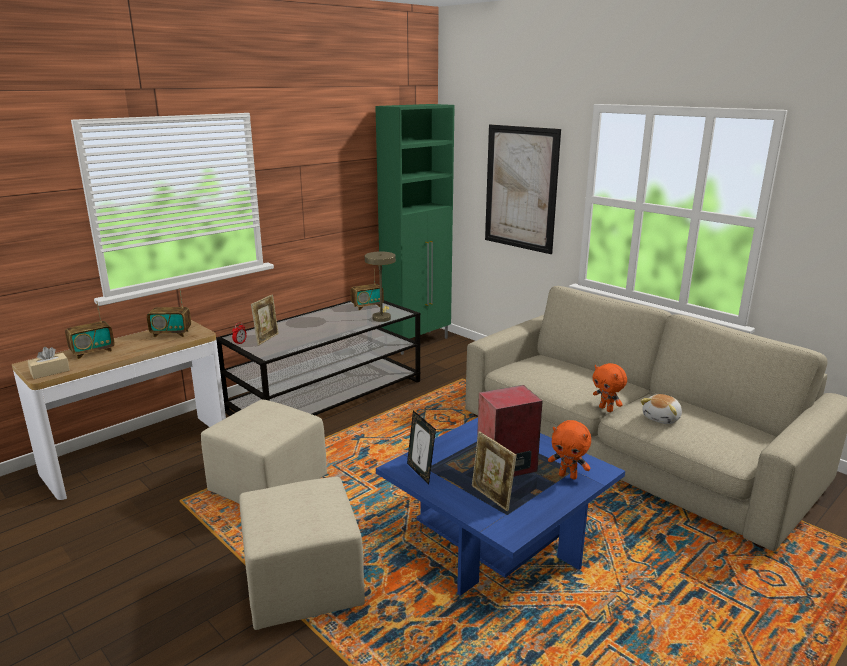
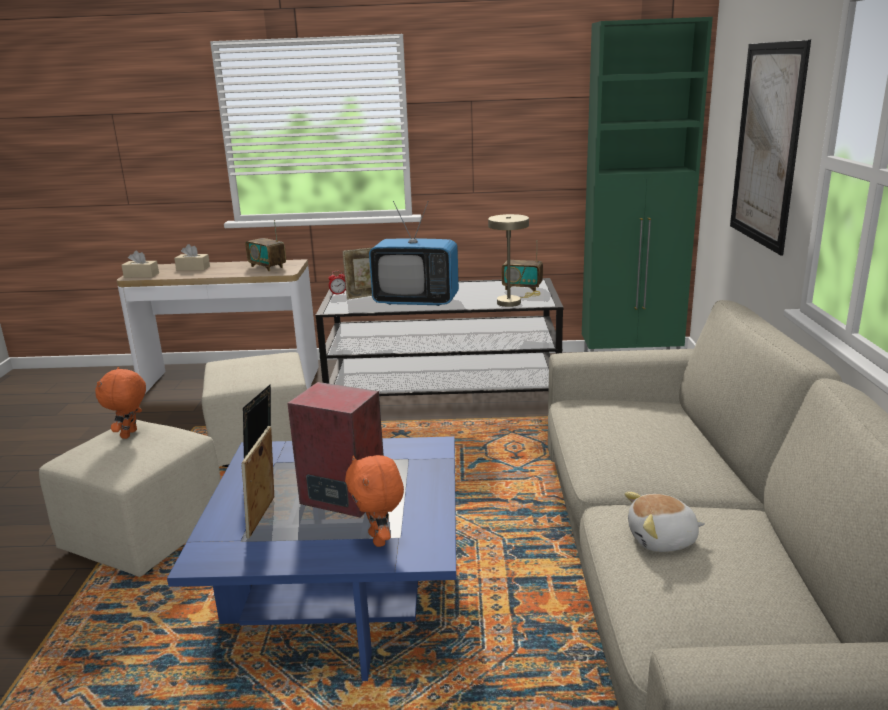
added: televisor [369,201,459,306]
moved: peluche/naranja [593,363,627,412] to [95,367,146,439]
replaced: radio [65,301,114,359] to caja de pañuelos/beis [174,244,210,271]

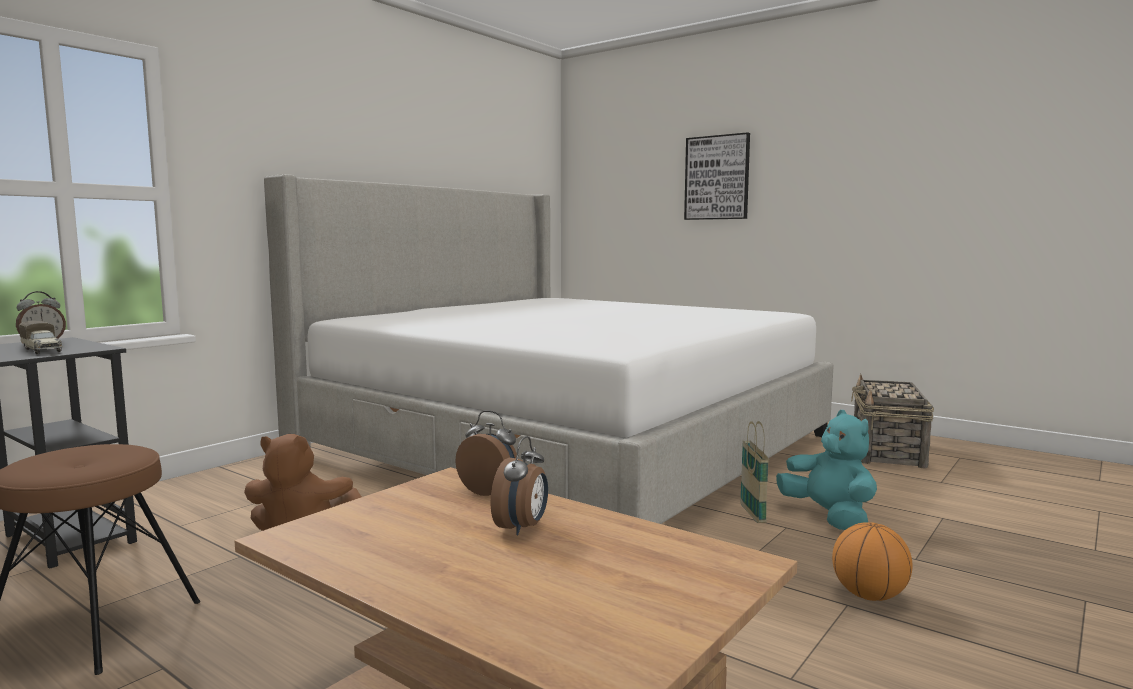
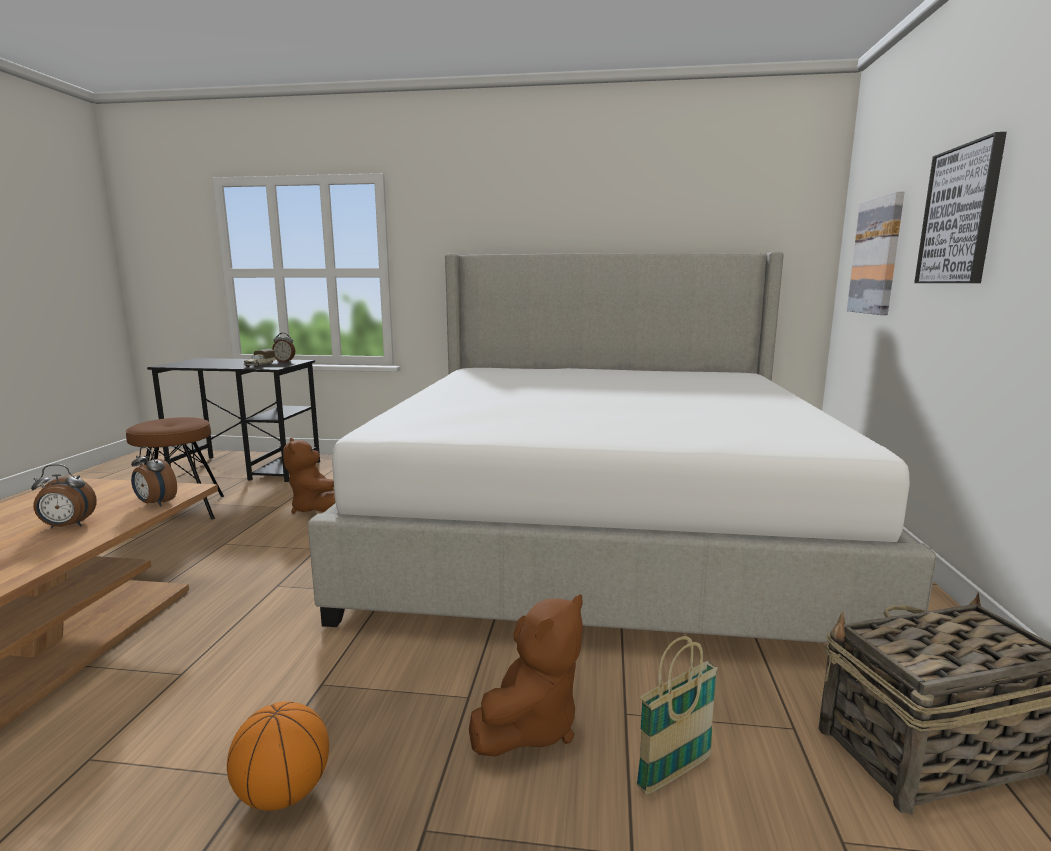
added: cuadro [847,192,905,315]
moved: cesta [740,421,769,523] to [636,636,718,795]
recoloured: peluche/turquesa [776,410,877,530] to peluche/marrón [469,595,583,757]
turned: despertador [455,410,517,496] = [131,447,177,506] 120 degrees clockwise

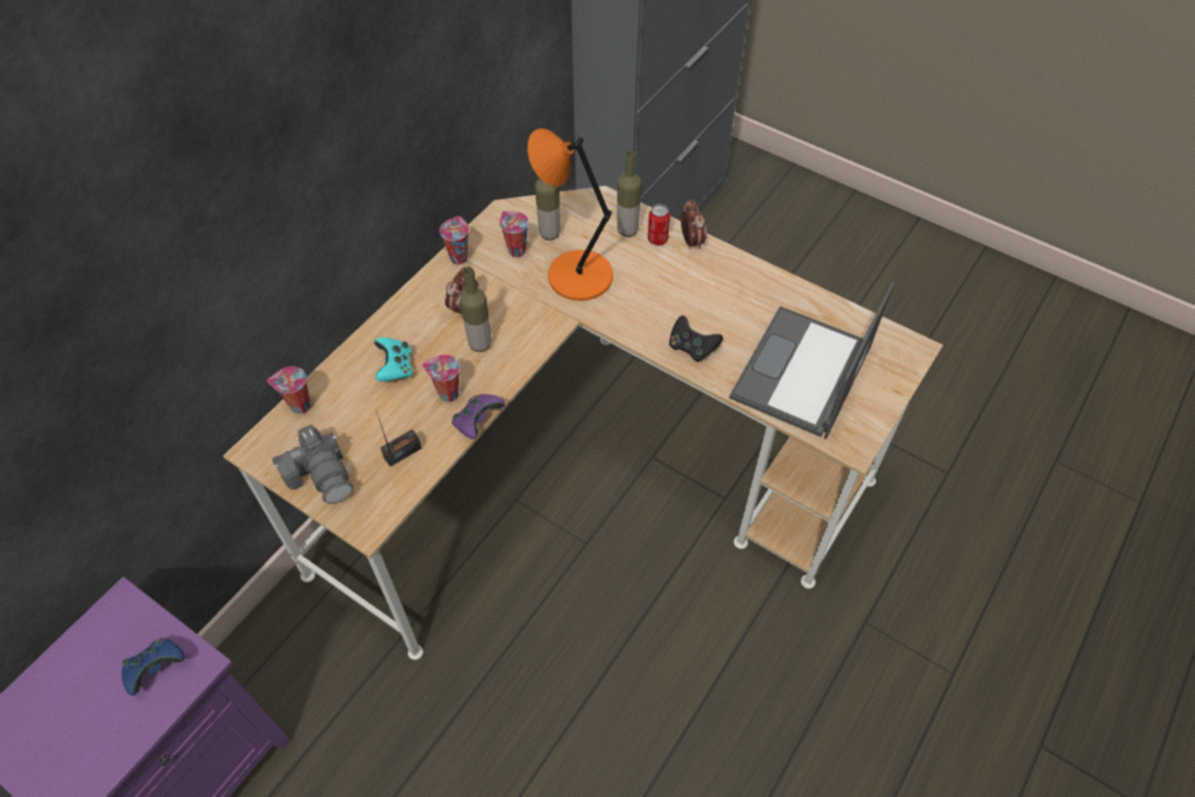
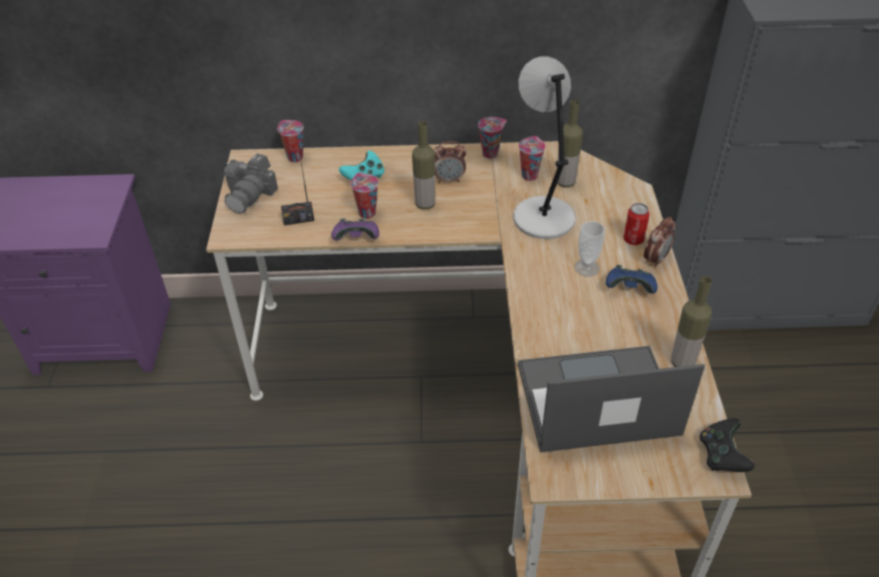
added: taza [575,221,605,277]
moved: mando de consola/azul [122,638,185,696] to [606,265,657,294]; botella [617,150,642,237] to [671,276,712,367]; mando de consola/negro [669,315,723,362] to [700,418,754,472]
recoloured: lámpara de mesa/naranja [527,128,613,301] to lámpara de mesa/gris [513,56,576,239]
turned: radio [376,411,422,467] = [281,150,314,225] 150 degrees clockwise

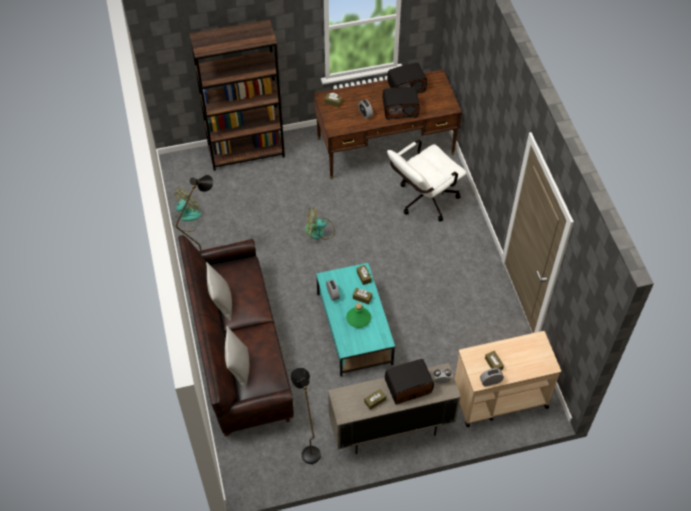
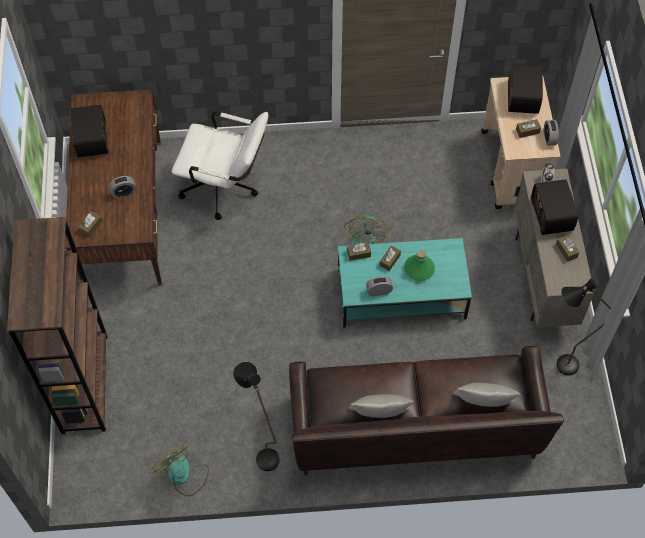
moved: ventilador [305,207,335,240] to [344,214,388,245]; radio [383,87,420,120] to [508,64,543,114]
turned: silla de oficina/blanco [387,140,466,222] = [172,111,268,220] 45 degrees counterclockwise

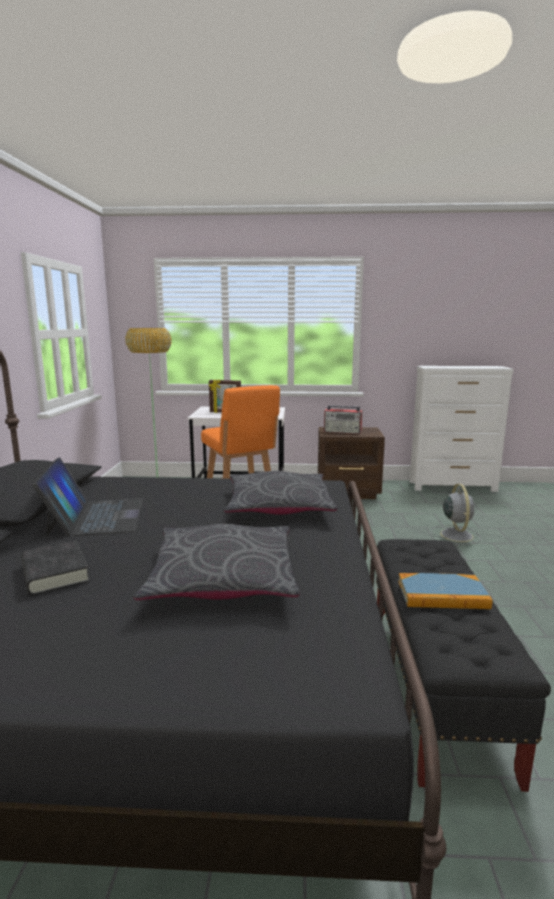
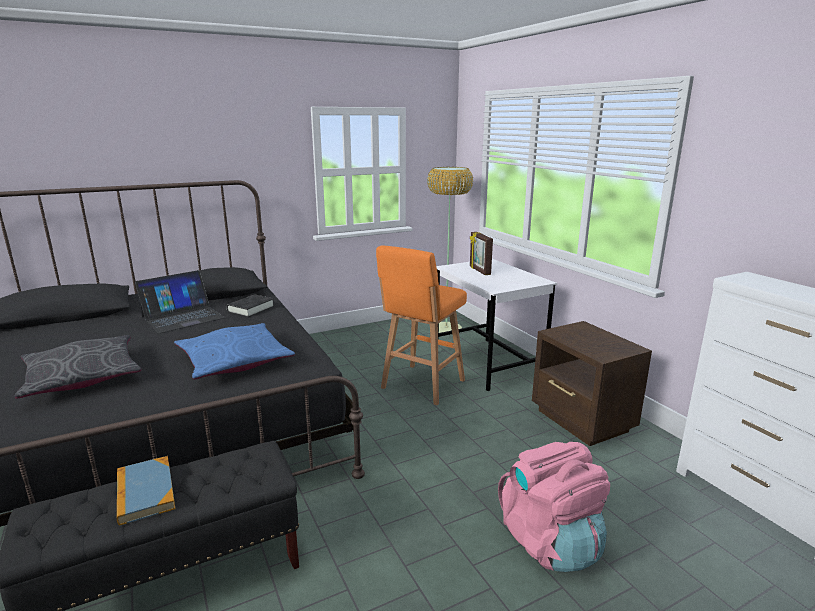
removed: radio [324,405,362,434]
moved: libro/negro [21,540,90,596] to [227,294,274,317]
replaced: ventilador/gris [431,484,481,546] to mochila/rosa [498,442,610,572]
recoloured: cojín/gris [224,471,337,515] to cojín/azul [174,323,295,379]

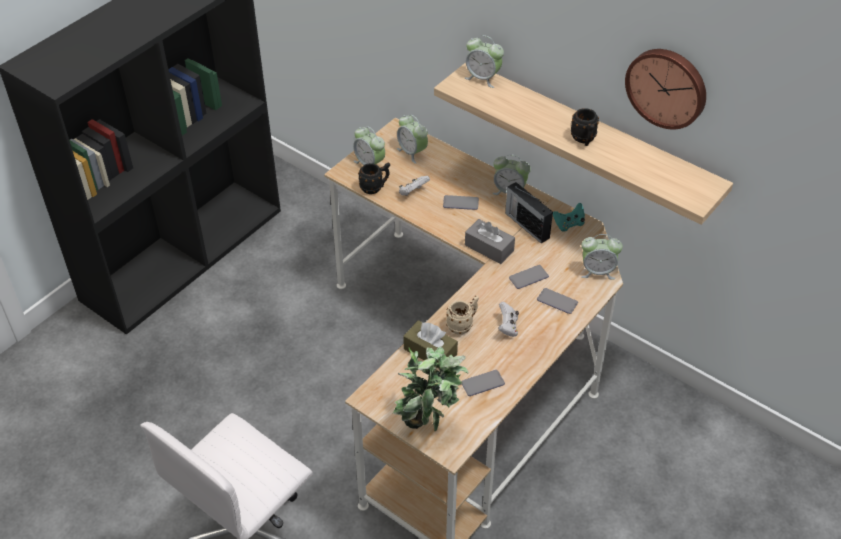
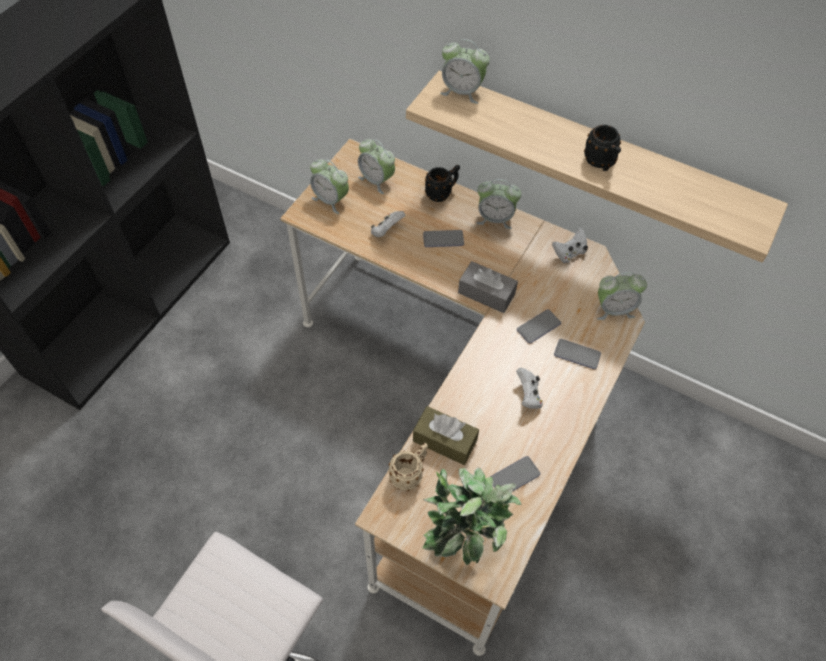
removed: radio [505,182,553,243]; reloj de pared [625,49,706,130]
moved: taza grande/negro [358,163,390,194] to [425,165,460,202]; taza grande/beis [446,296,479,335] to [389,443,428,491]
recoloured: mando de consola/turquesa [553,203,585,231] to mando de consola/blanco [552,228,588,263]

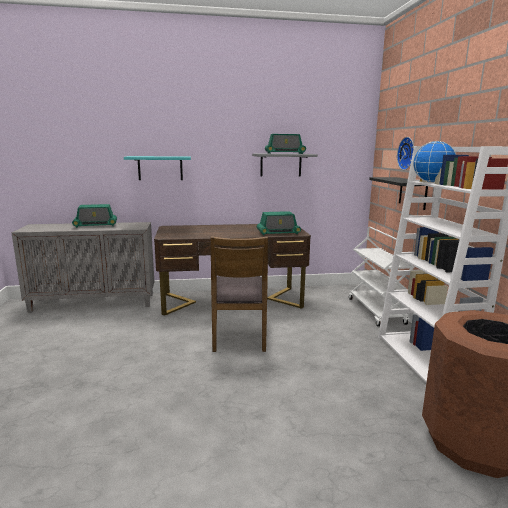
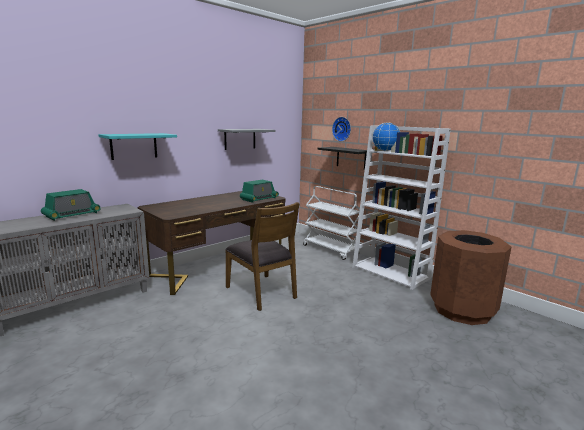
removed: radio [265,134,306,154]

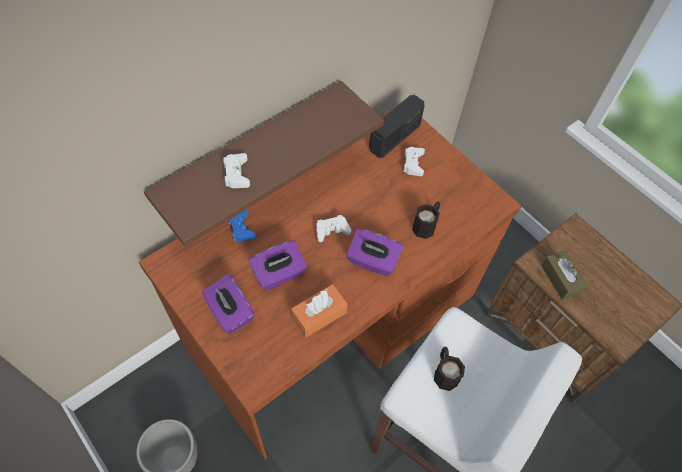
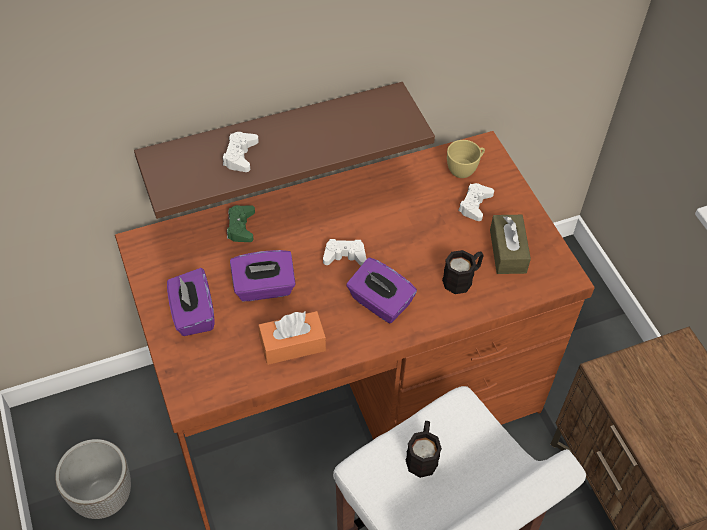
moved: caja de pañuelos/marrón [541,251,588,300] to [490,215,531,274]
replaced: radio [369,95,425,158] to taza/amarillo [447,140,485,178]
recoloured: mando de consola/azul [228,209,256,242] to mando de consola/verde [227,205,255,242]

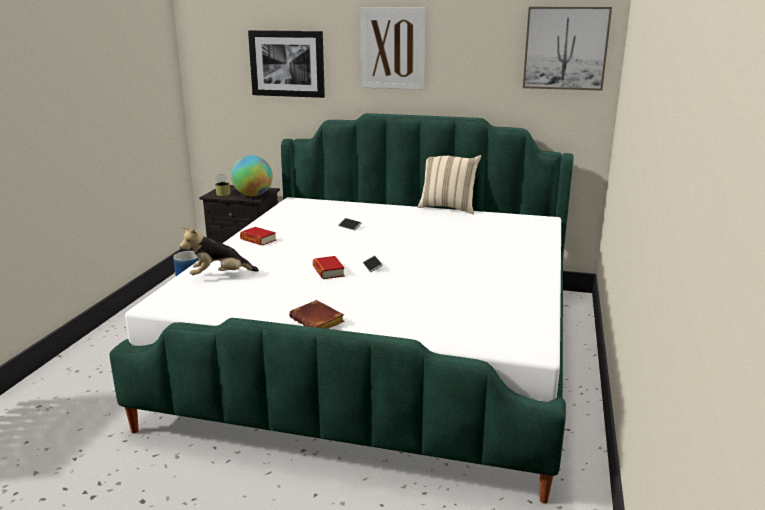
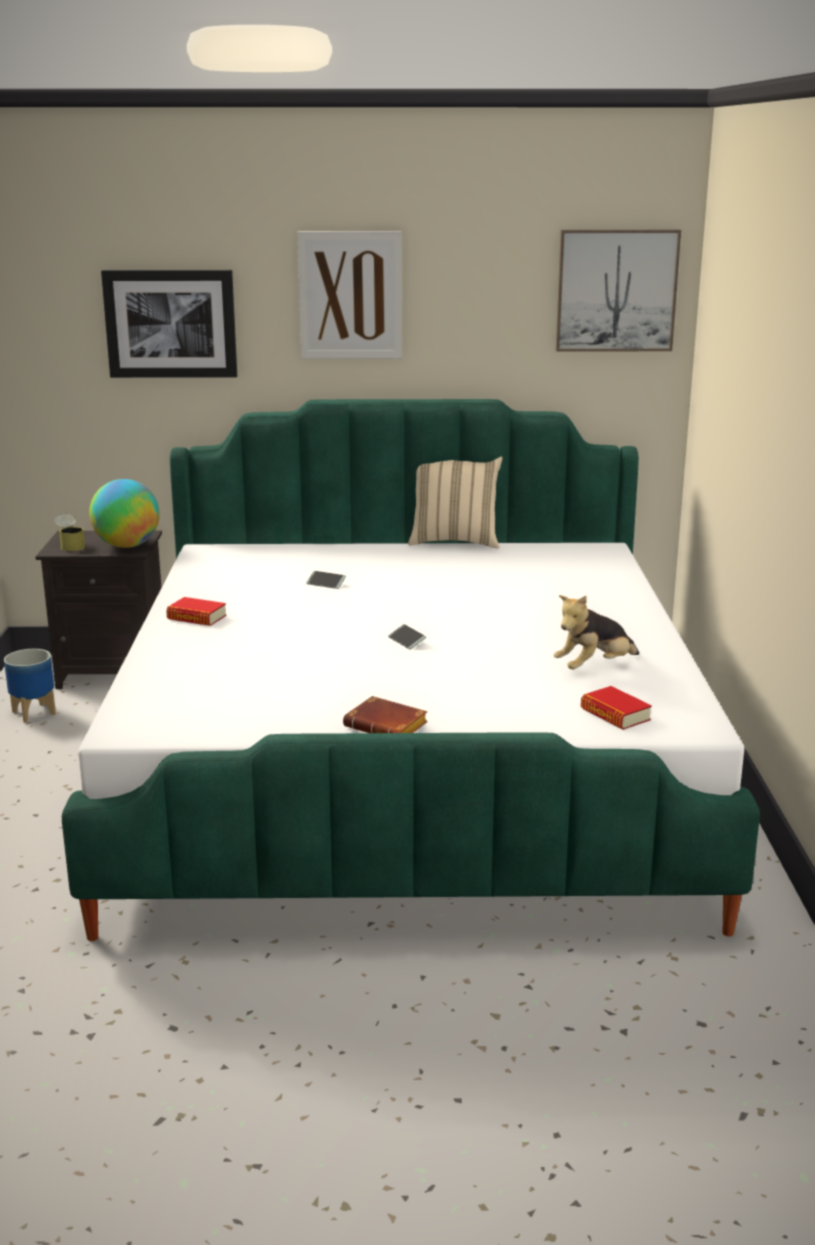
moved: peluche [180,226,259,275] to [553,595,639,669]; libro [313,256,345,279] to [581,686,652,730]

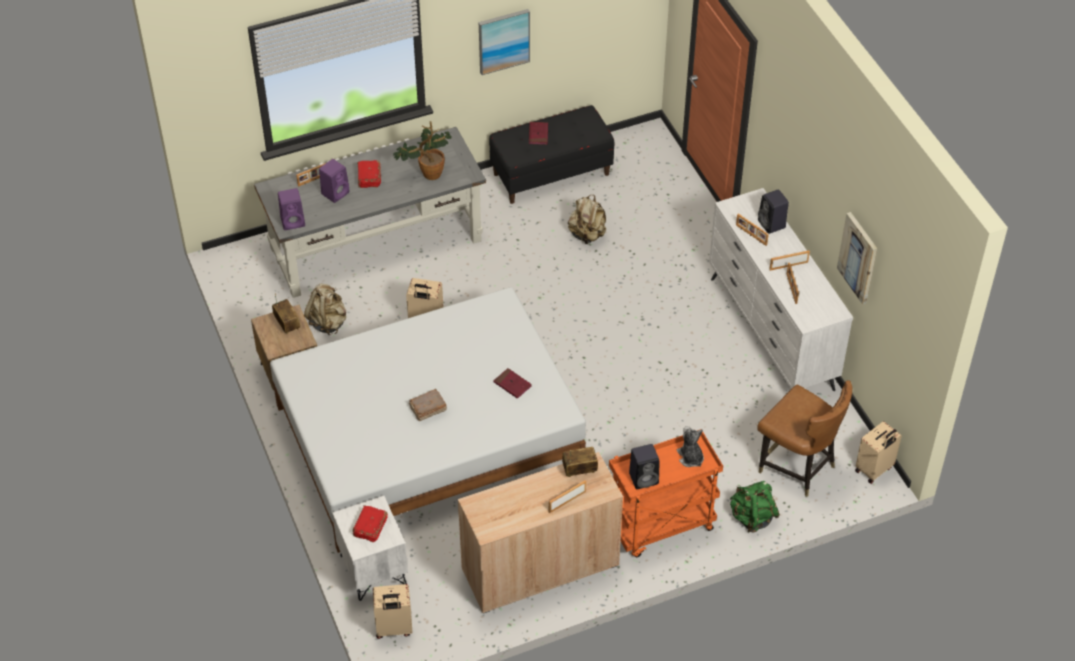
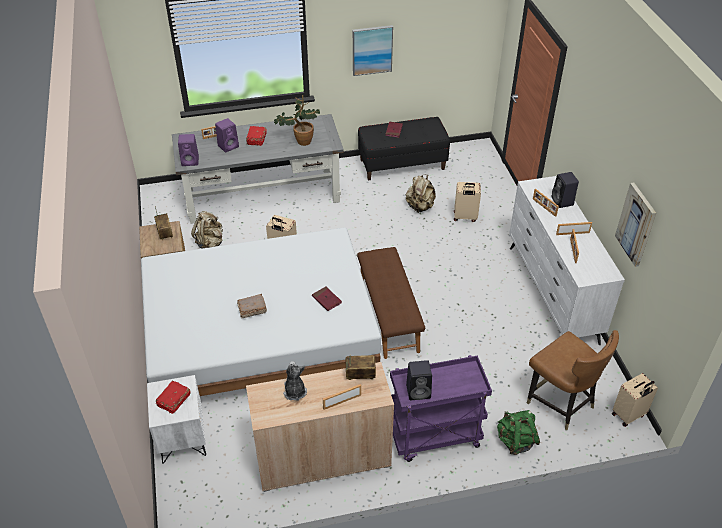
added: banco/marrón [357,247,425,359]
moved: maleta/beis [373,584,412,639] to [454,182,481,222]; peluche [677,426,704,467] to [283,361,307,401]
recoloured: carrito/naranja [609,429,723,557] to carrito/morado [390,355,492,462]

